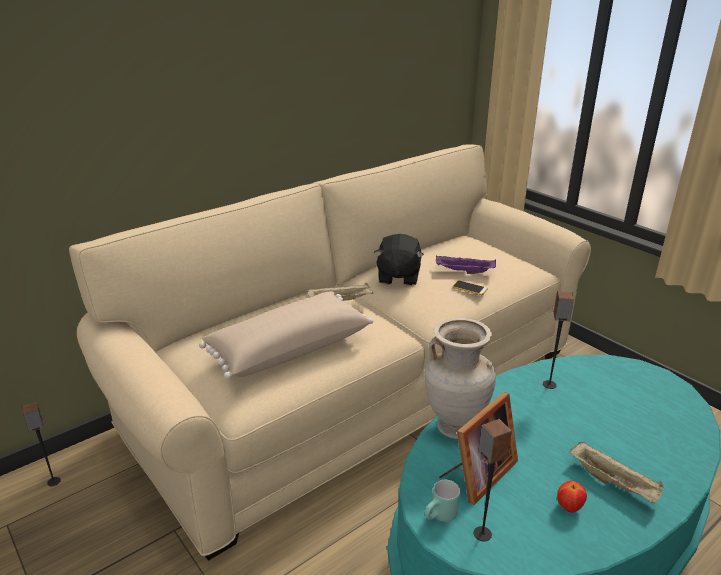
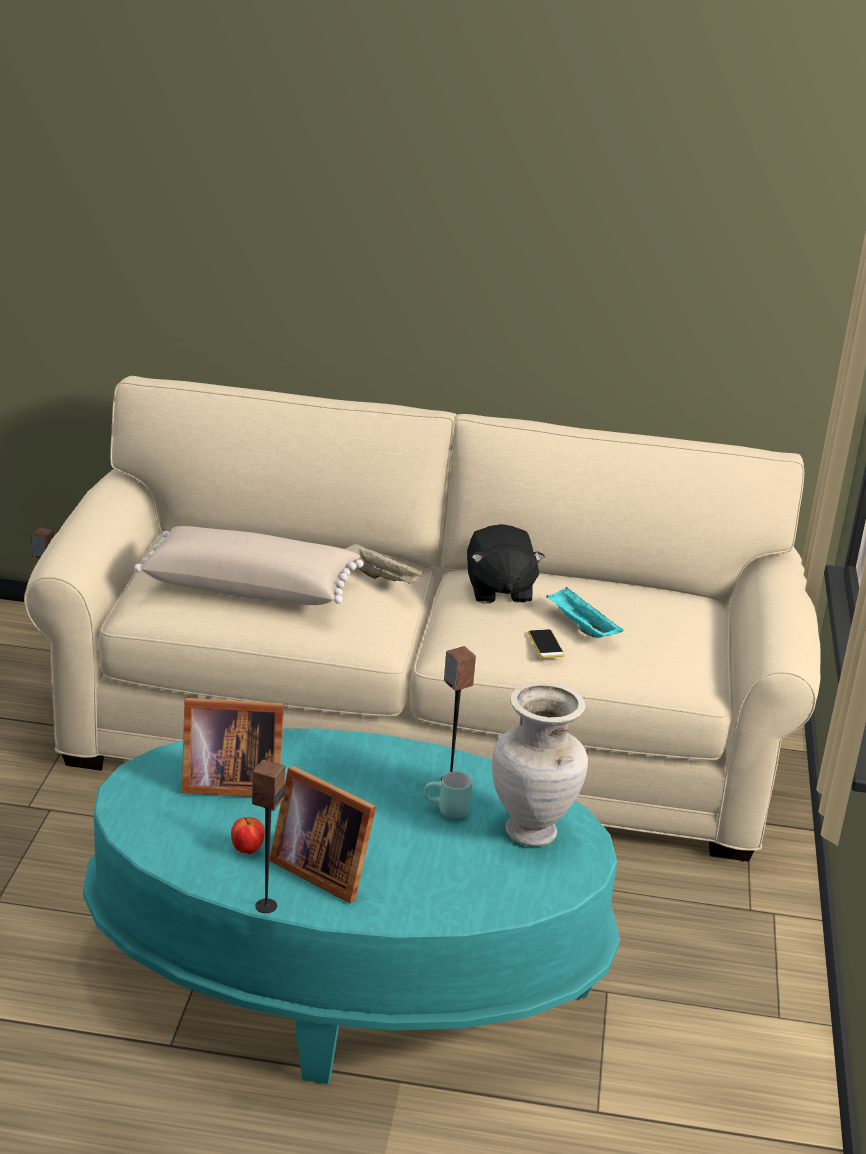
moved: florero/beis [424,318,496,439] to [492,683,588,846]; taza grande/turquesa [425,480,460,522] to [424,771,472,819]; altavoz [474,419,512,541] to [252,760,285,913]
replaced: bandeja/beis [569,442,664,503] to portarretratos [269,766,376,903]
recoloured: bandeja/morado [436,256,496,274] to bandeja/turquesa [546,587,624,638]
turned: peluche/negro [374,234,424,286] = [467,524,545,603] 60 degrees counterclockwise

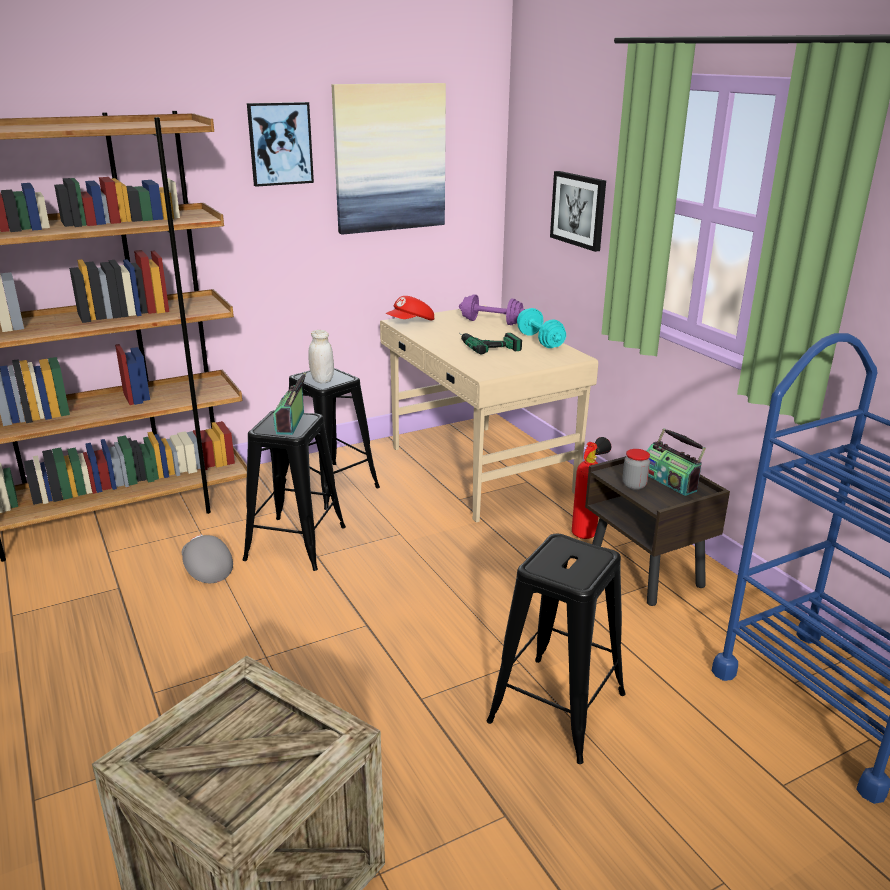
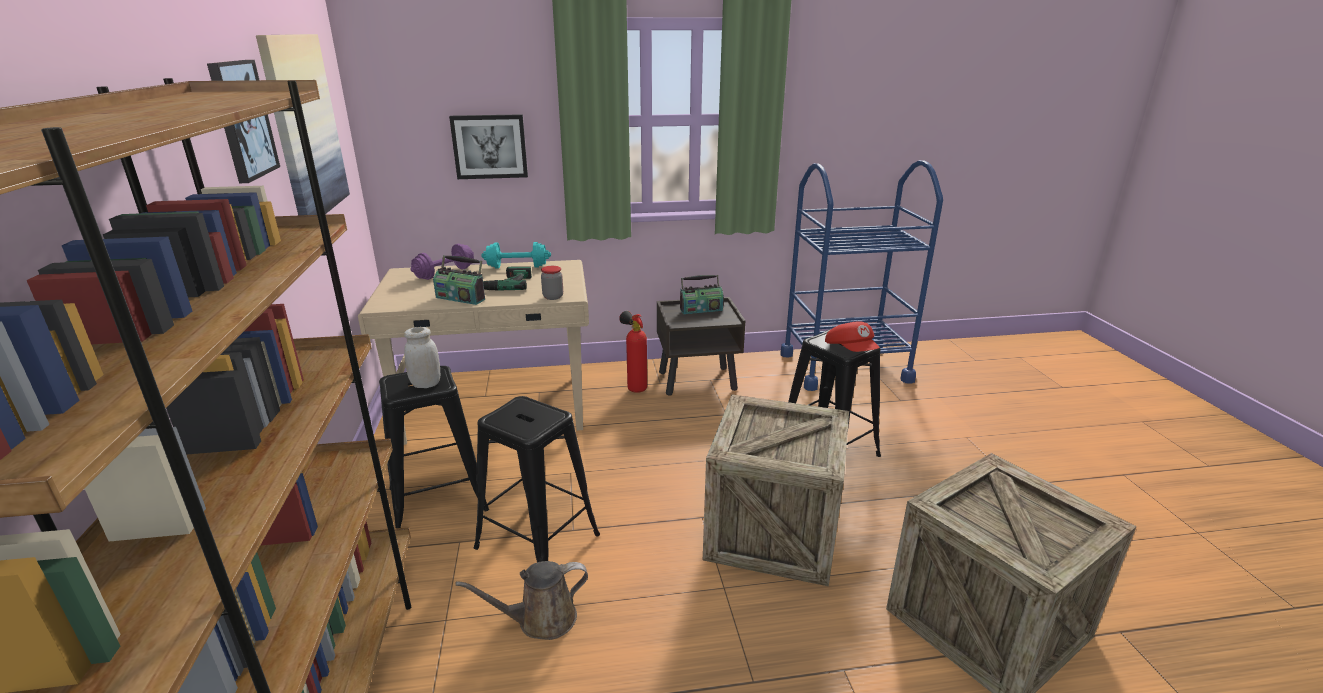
added: caja de embalaje [703,394,849,587]
moved: radio [273,373,306,435] to [433,255,485,305]; gorra/rojo [386,296,434,321] to [825,321,880,352]; tarro [622,449,650,490] to [541,266,563,300]
replaced: gorra/gris [182,535,233,583] to regadera/marrón [455,561,588,640]

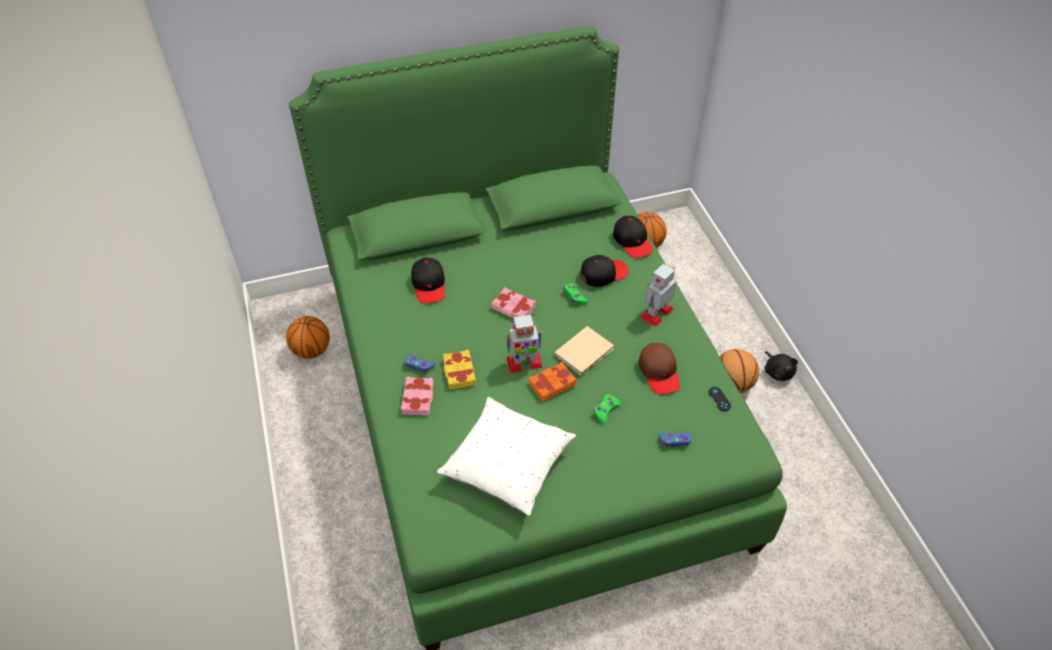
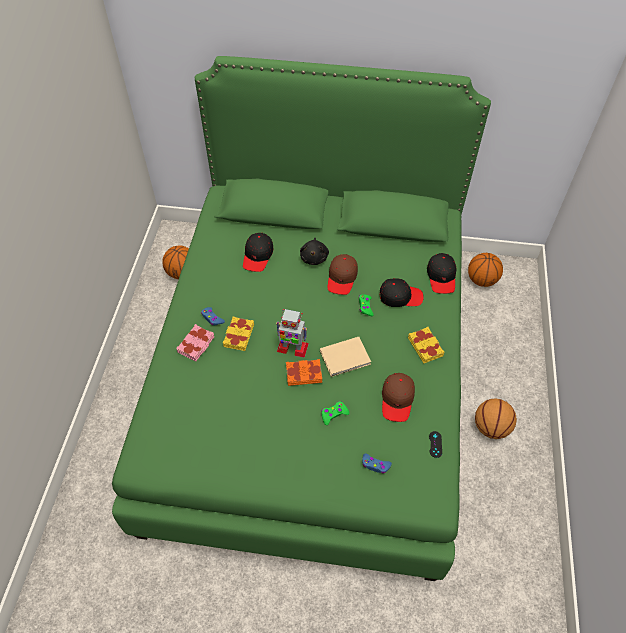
removed: cojín/blanco [437,397,576,516]; libro/rosa [492,287,536,318]
added: gorra/marrón [328,254,358,295]
moved: peluche/negro [765,351,798,381] to [300,238,329,265]
replaced: robot de juguete [640,264,676,327] to libro/amarillo [408,327,444,363]

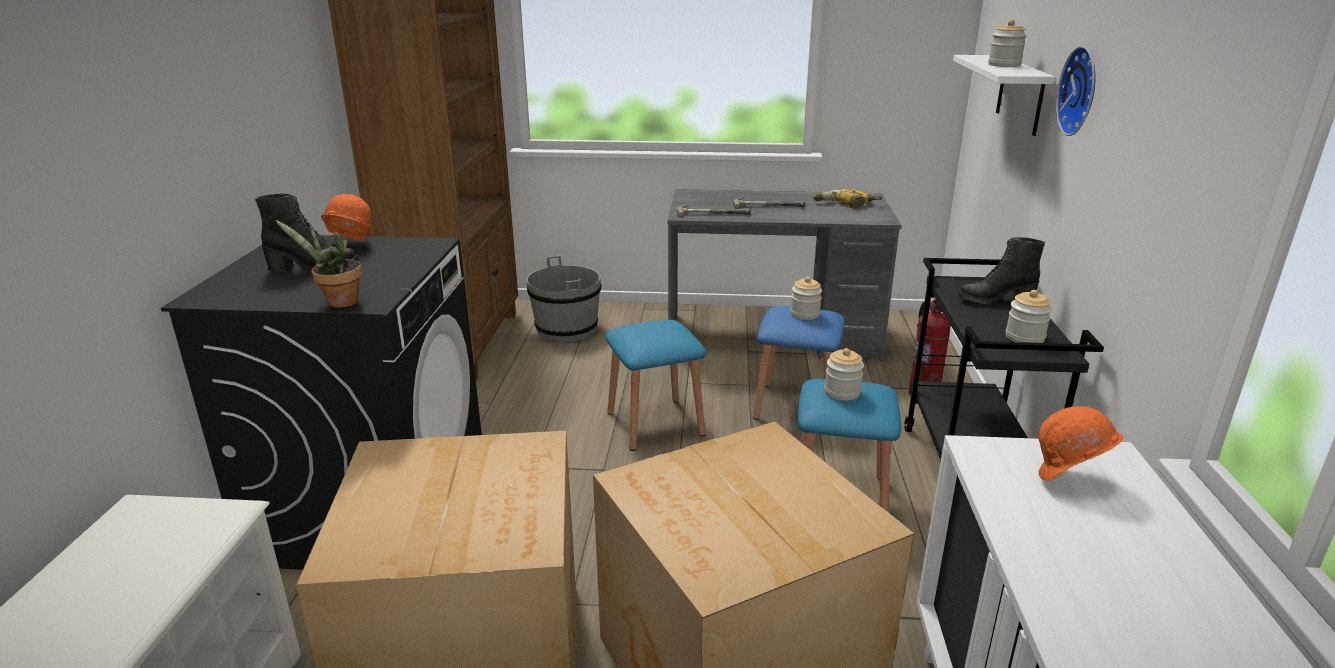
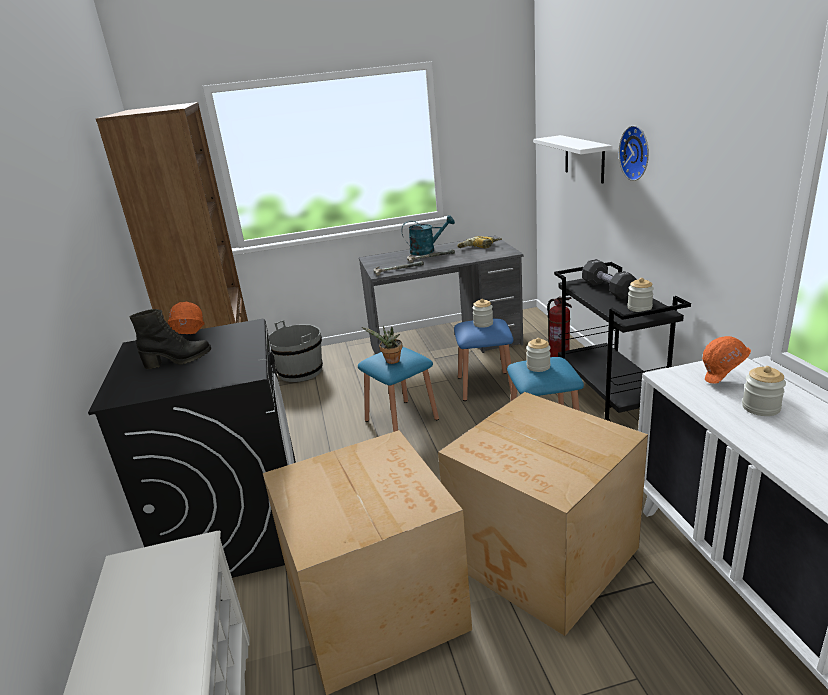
added: regadera/turquesa [401,215,455,255]
moved: planta en maceta [275,220,362,308] to [362,326,403,364]; tarro [988,20,1027,67] to [742,366,786,416]
replaced: bota/negro [958,237,1045,305] to mancuerna/negro [582,259,637,299]

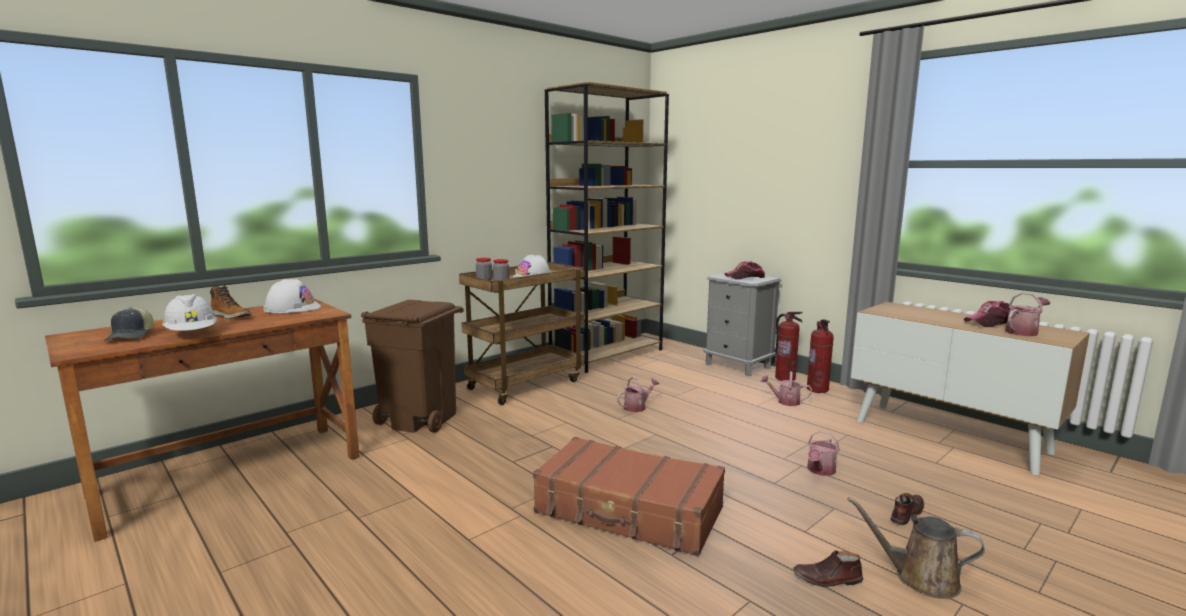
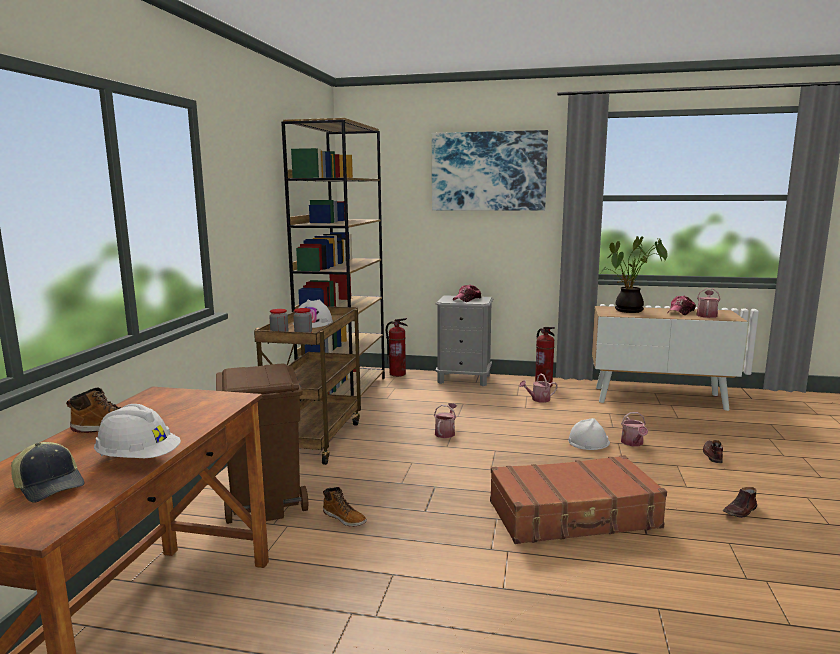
removed: regadera/marrón [847,497,985,599]
added: bota [323,487,367,527]; cuadro [432,130,548,211]; planta en maceta [600,236,668,313]
moved: casco/blanco [263,279,321,313] to [568,418,610,450]; extintor [775,312,803,381] to [386,318,408,377]

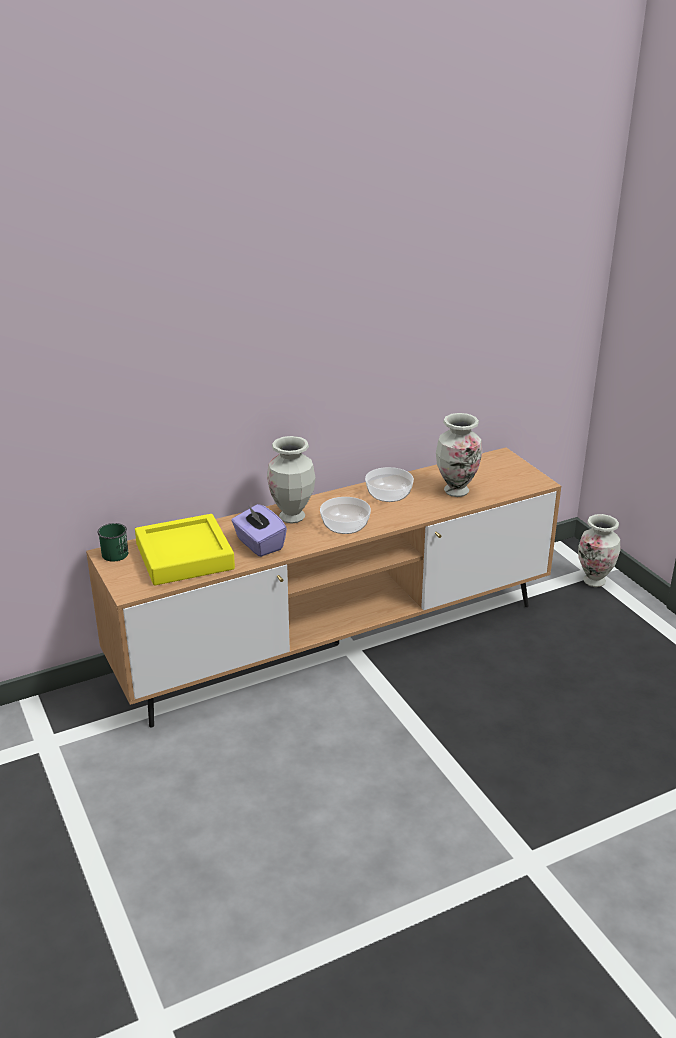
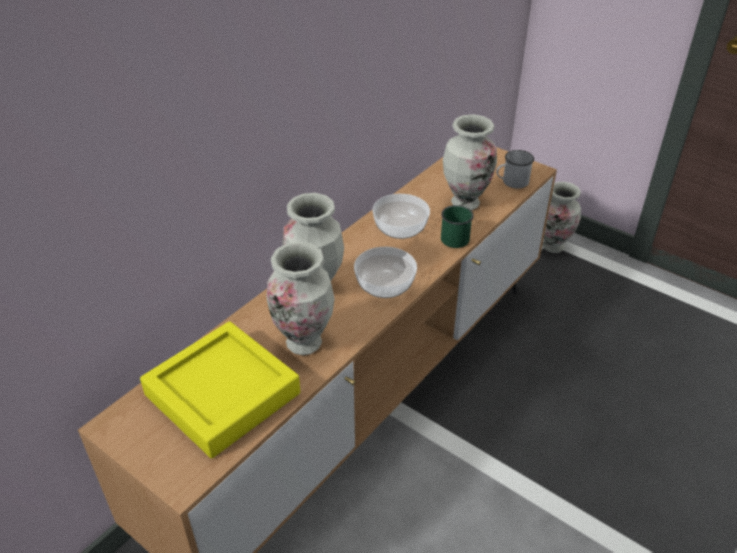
added: taza grande/blanco [496,150,534,188]
moved: taza grande/verde [97,523,128,562] to [441,205,474,248]
replaced: caja de pañuelos/morado [231,504,287,557] to florero [266,242,335,355]

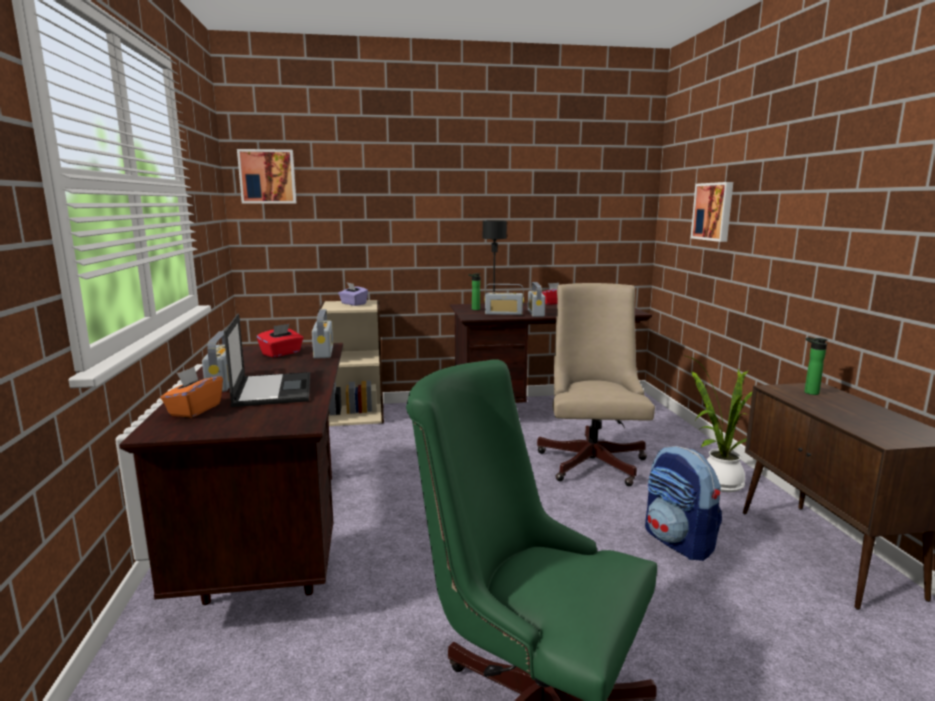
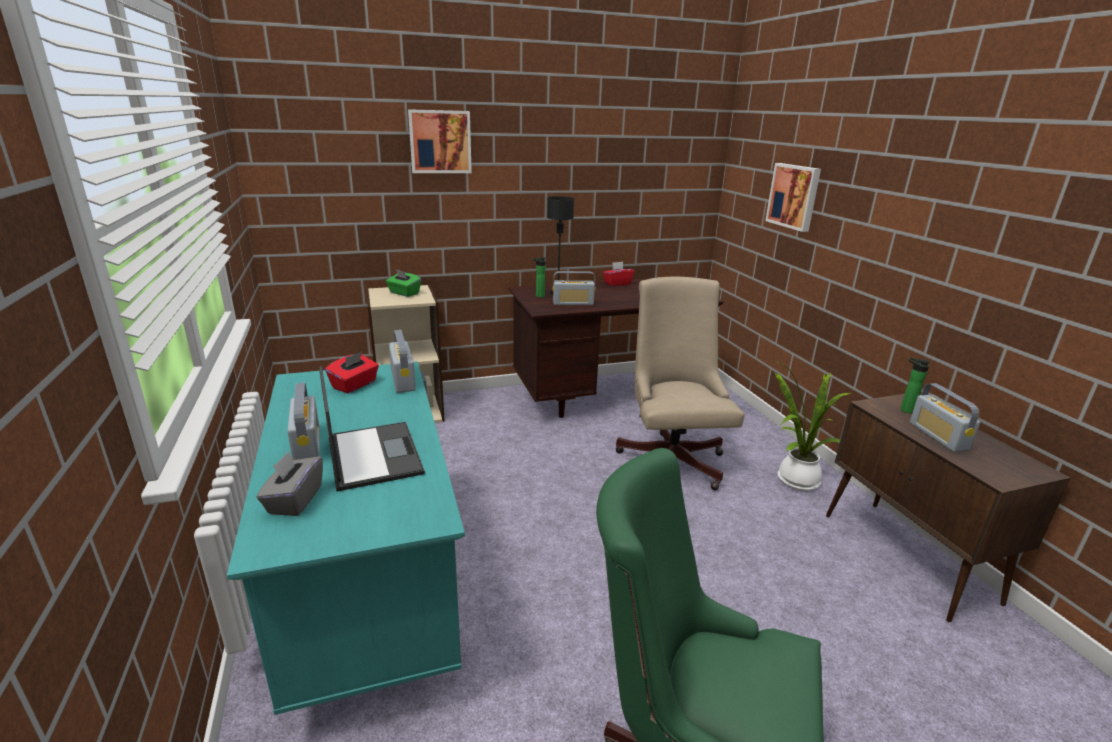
removed: mochila [645,446,722,561]
moved: cuadro [237,149,297,203] to [408,109,472,173]; radio [528,282,545,317] to [910,383,980,452]
recoloured: escritorio/marrón [119,343,343,605] to escritorio/turquesa [227,361,465,715]; caja de pañuelos/naranja [161,367,223,418] to caja de pañuelos/gris [257,451,323,516]; caja de pañuelos/morado [338,282,368,306] to caja de pañuelos/verde [386,269,421,297]

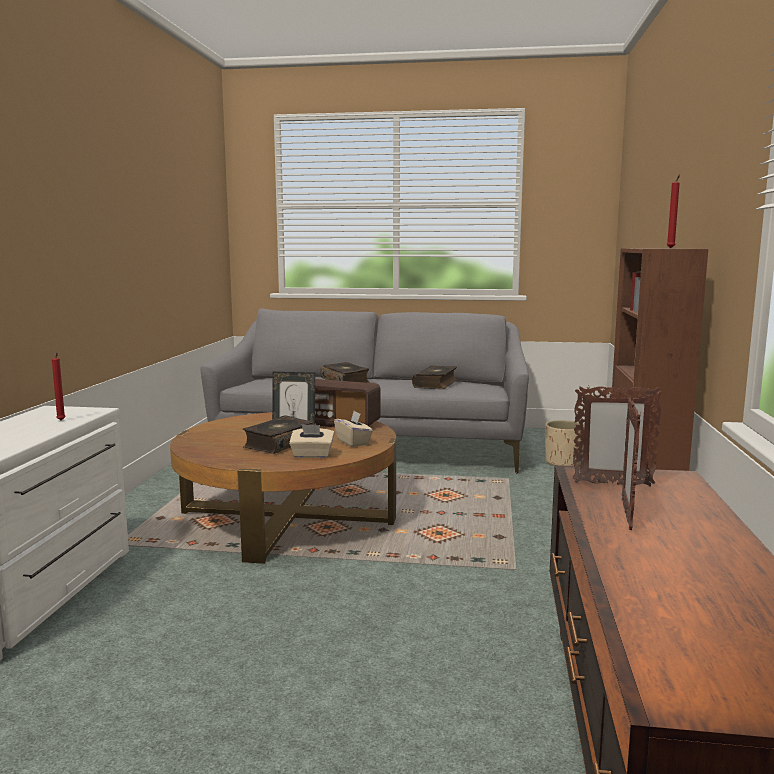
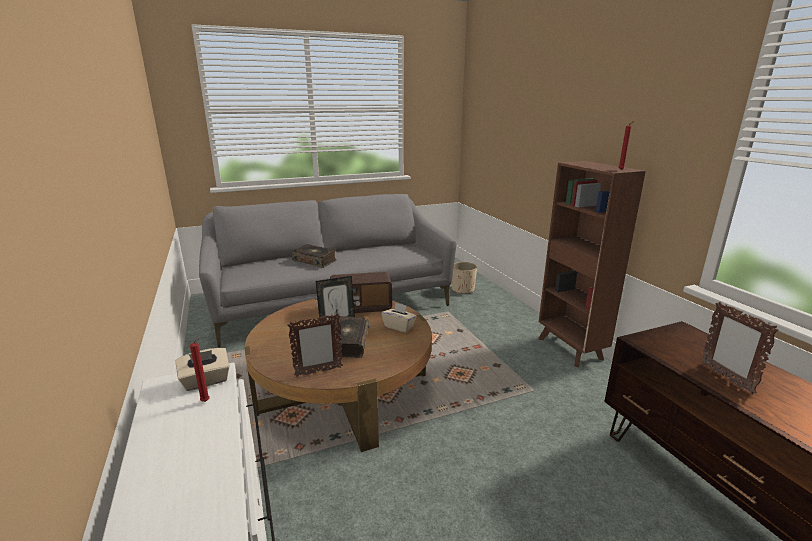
removed: libro [412,366,457,389]
moved: caja de pañuelos/beis [289,424,335,458] to [175,348,230,391]; portarretratos [573,385,663,487] to [287,313,343,377]

